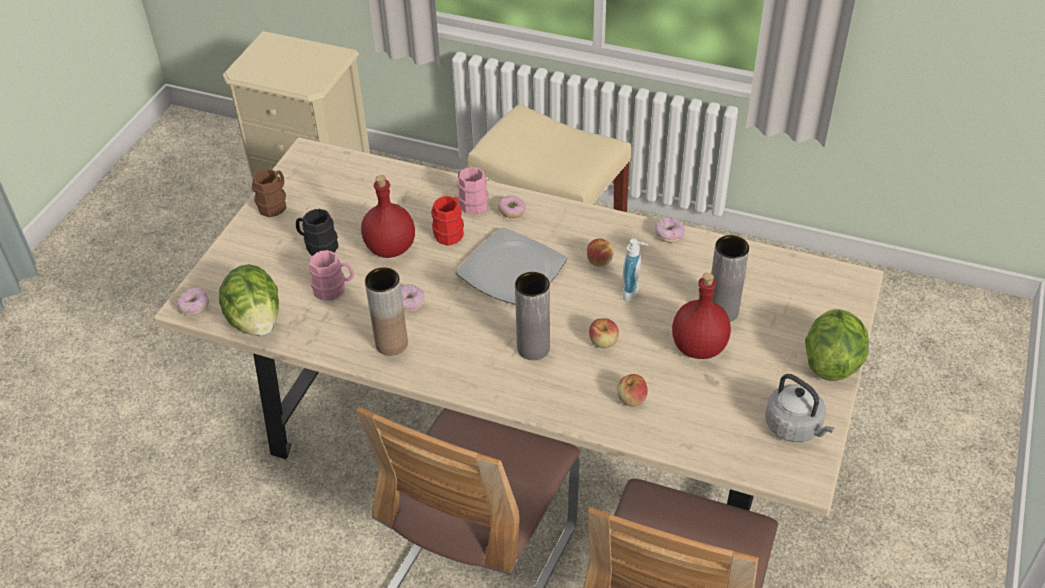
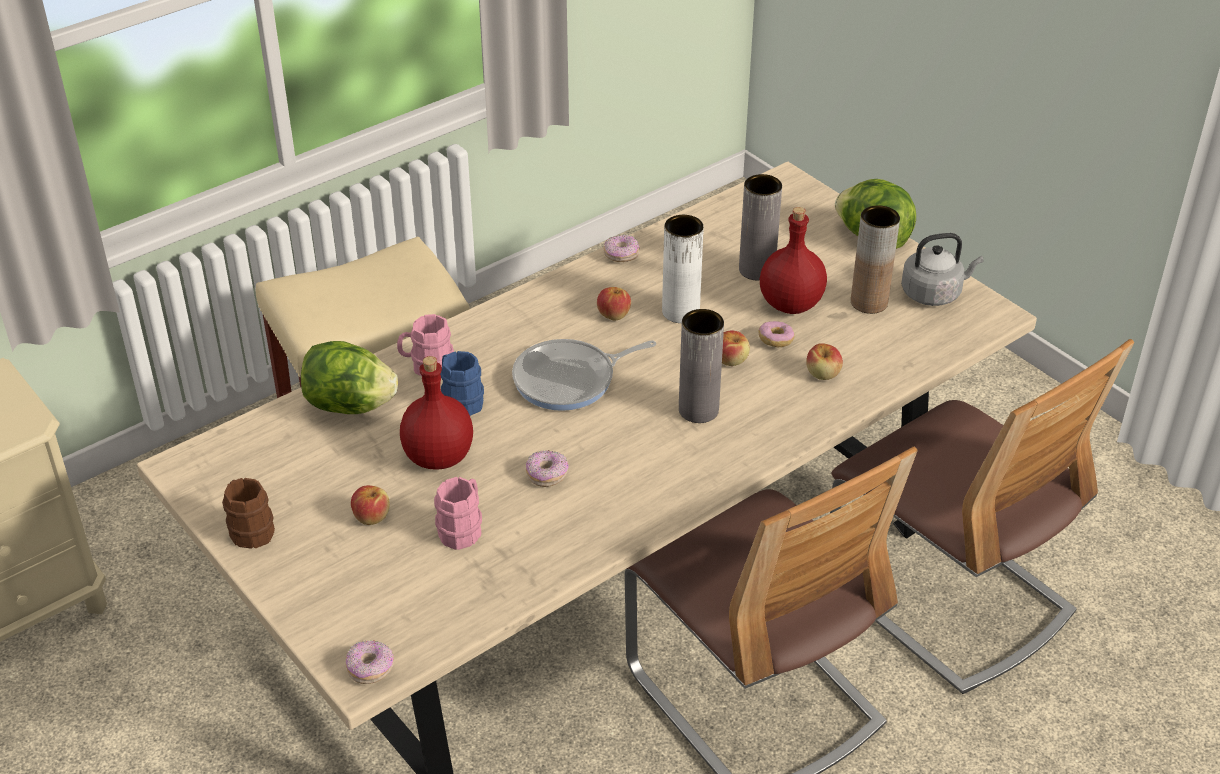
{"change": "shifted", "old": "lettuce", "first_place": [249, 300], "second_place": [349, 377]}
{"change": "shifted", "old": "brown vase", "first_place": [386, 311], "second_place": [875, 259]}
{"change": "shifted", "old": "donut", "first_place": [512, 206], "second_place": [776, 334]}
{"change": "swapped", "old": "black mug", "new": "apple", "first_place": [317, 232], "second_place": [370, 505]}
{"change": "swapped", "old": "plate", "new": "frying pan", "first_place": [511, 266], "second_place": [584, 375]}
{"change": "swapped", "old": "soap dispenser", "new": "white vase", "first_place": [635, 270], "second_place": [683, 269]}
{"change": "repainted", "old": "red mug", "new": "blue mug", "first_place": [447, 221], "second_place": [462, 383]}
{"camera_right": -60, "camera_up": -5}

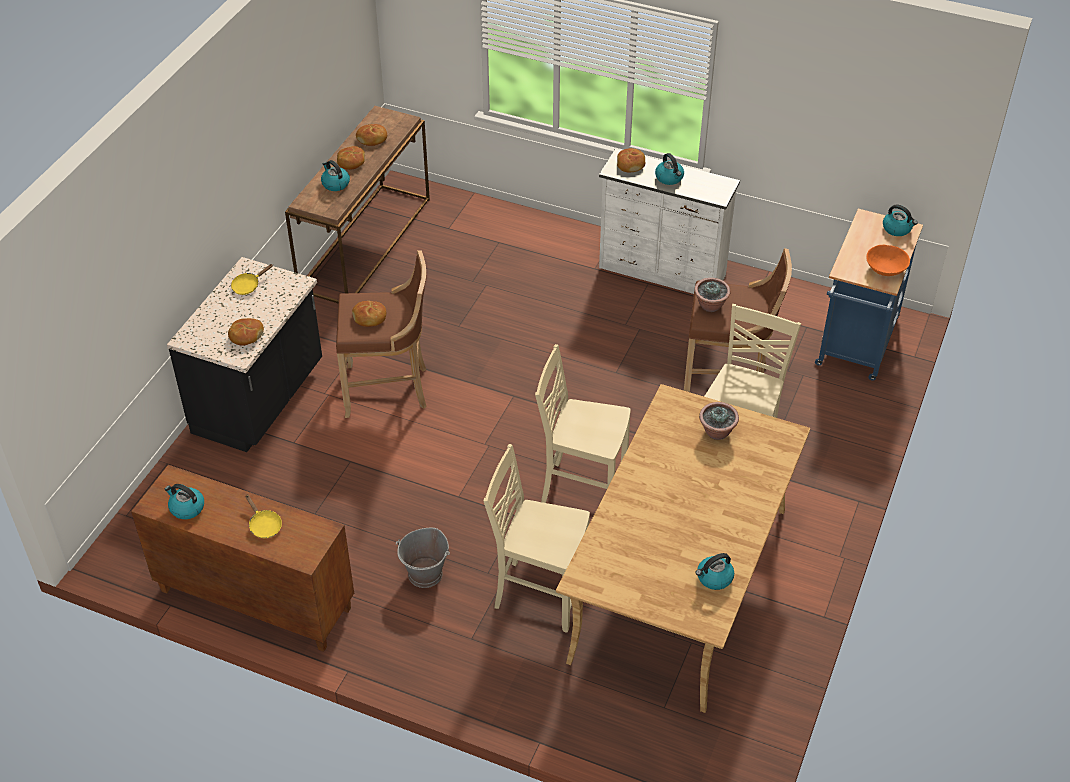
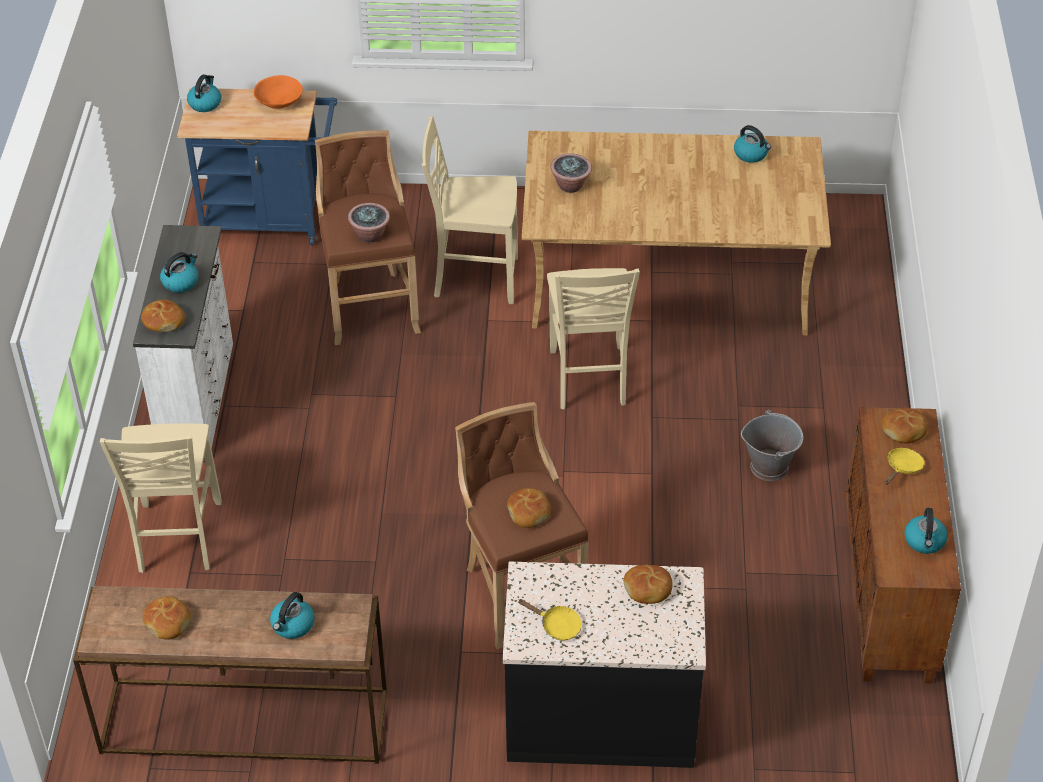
{"change": "shifted", "old": "bread", "first_place": [351, 158], "second_place": [904, 425]}
{"change": "shifted", "old": "beige chair", "first_place": [537, 538], "second_place": [161, 498]}
{"camera_right": -110, "camera_up": 0}

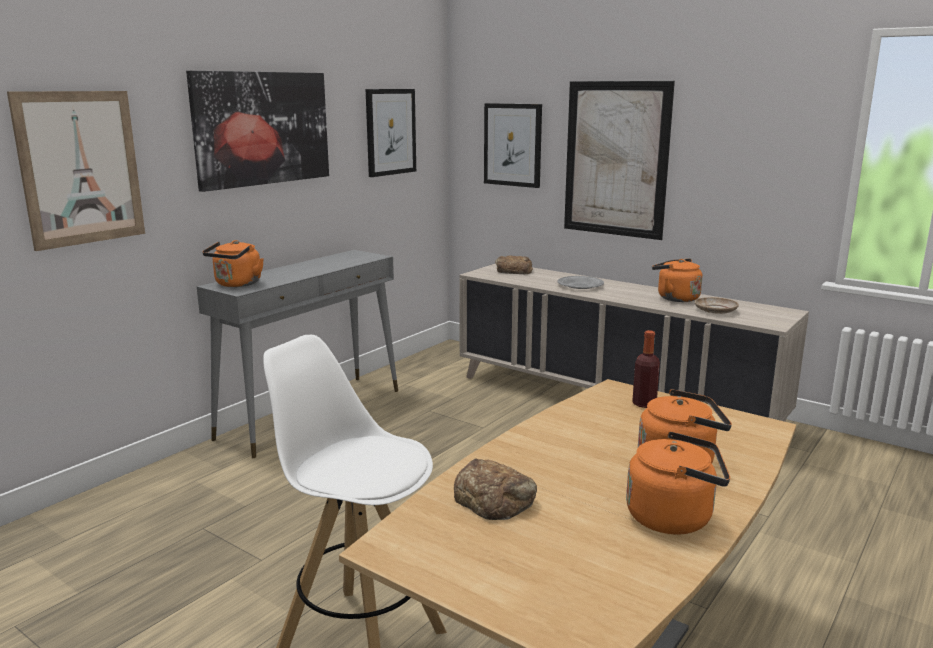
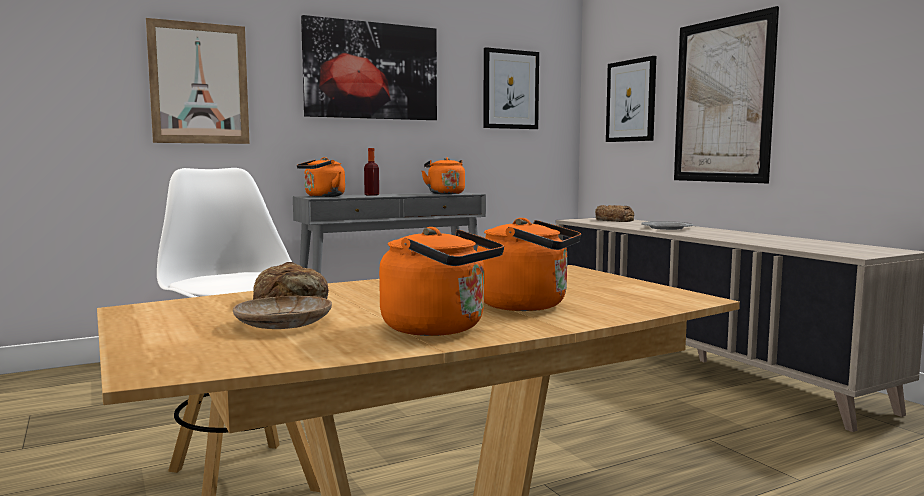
{"change": "shifted", "old": "bottle", "first_place": [646, 369], "second_place": [371, 172]}
{"change": "shifted", "old": "orange kettle", "first_place": [677, 280], "second_place": [443, 175]}
{"change": "shifted", "old": "beige plate", "first_place": [717, 305], "second_place": [282, 312]}
{"camera_right": 25, "camera_up": -10}

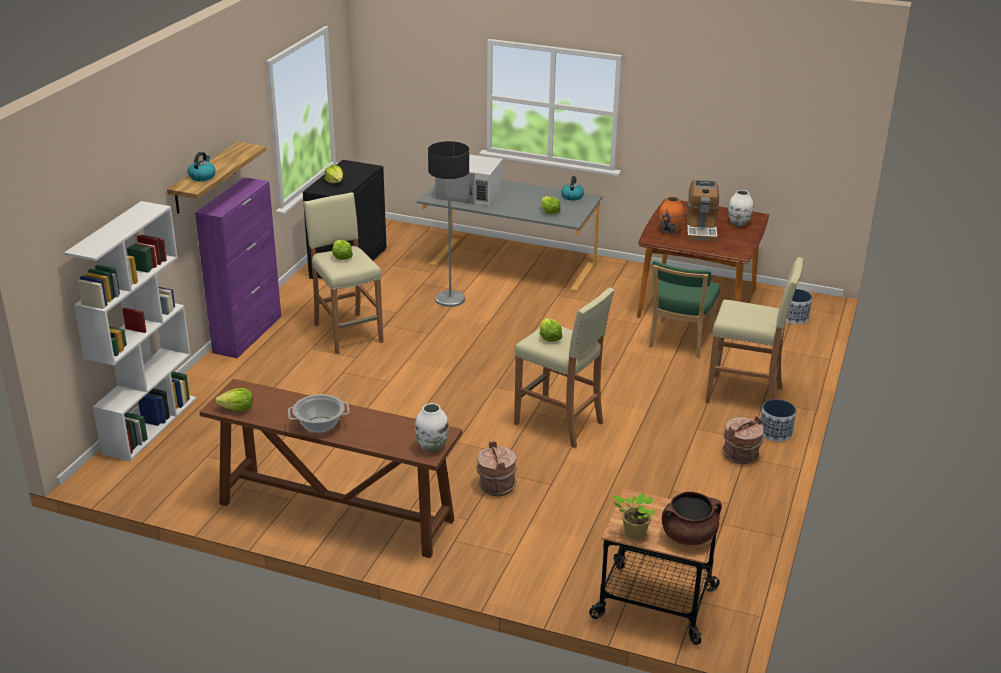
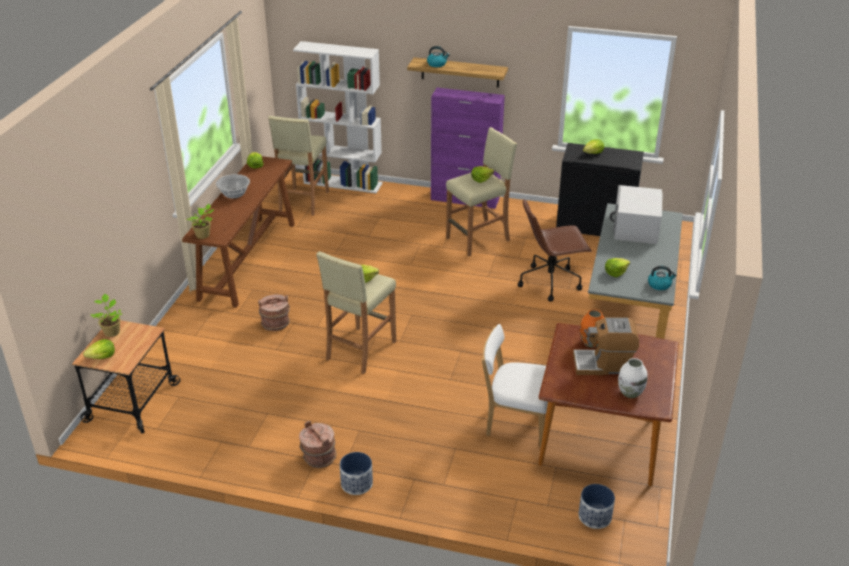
{"change": "shifted", "old": "beige stool", "first_place": [755, 330], "second_place": [298, 166]}
{"change": "swapped", "old": "white vase", "new": "potted plant", "first_place": [432, 427], "second_place": [200, 221]}
{"change": "swapped", "old": "floor lamp", "new": "brown office chair", "first_place": [448, 224], "second_place": [555, 250]}
{"change": "swapped", "old": "brown cooking pot", "new": "lettuce", "first_place": [692, 518], "second_place": [99, 349]}
{"change": "repainted", "old": "green chair", "new": "white chair", "first_place": [685, 309], "second_place": [514, 385]}
{"camera_right": 85, "camera_up": 5}

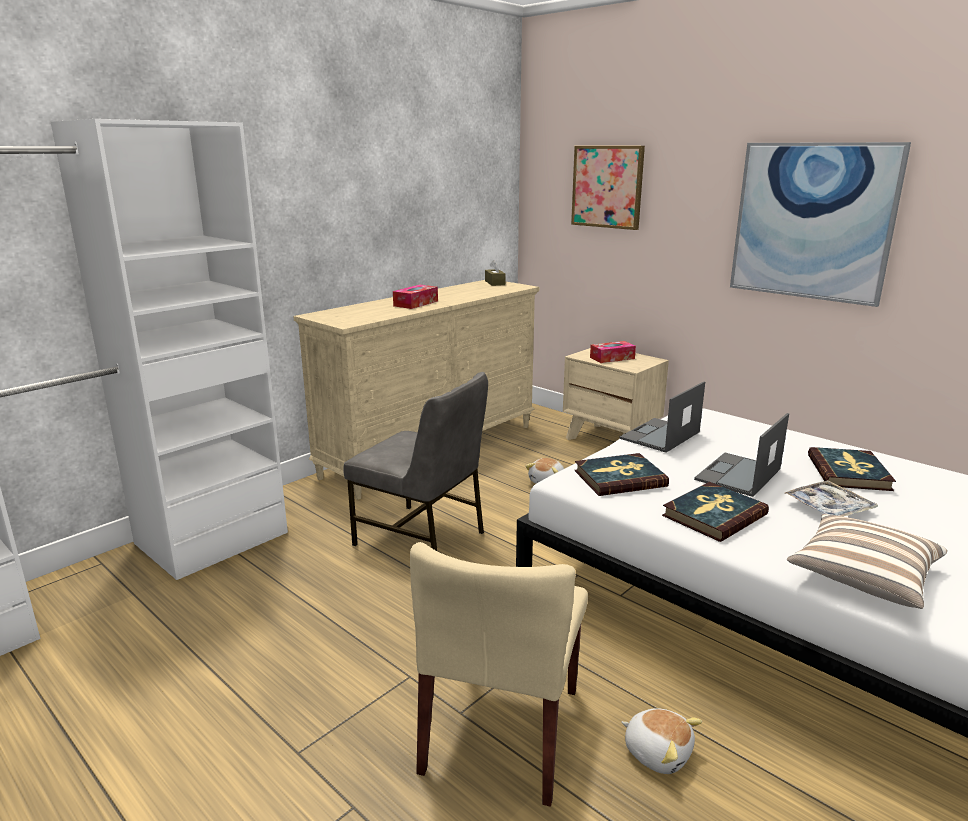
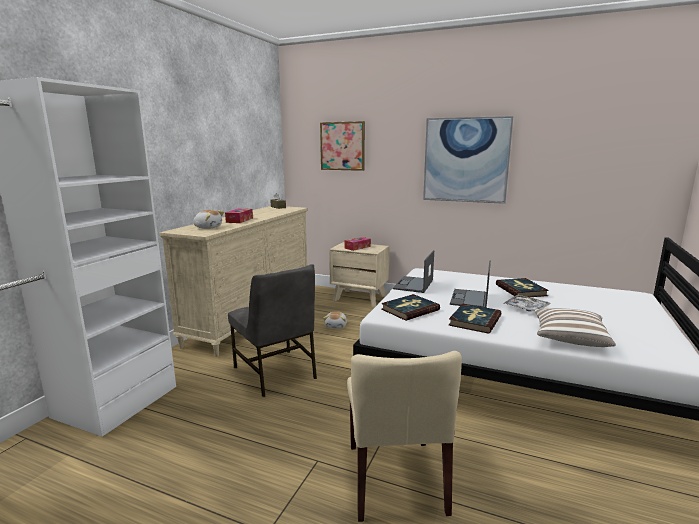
{"change": "shifted", "old": "plush toy", "first_place": [661, 741], "second_place": [208, 219]}
{"change": "rotated", "old": "grey chair", "first_place": [415, 461], "second_place": [272, 330], "degrees": 45}
{"camera_right": -20, "camera_up": -5}

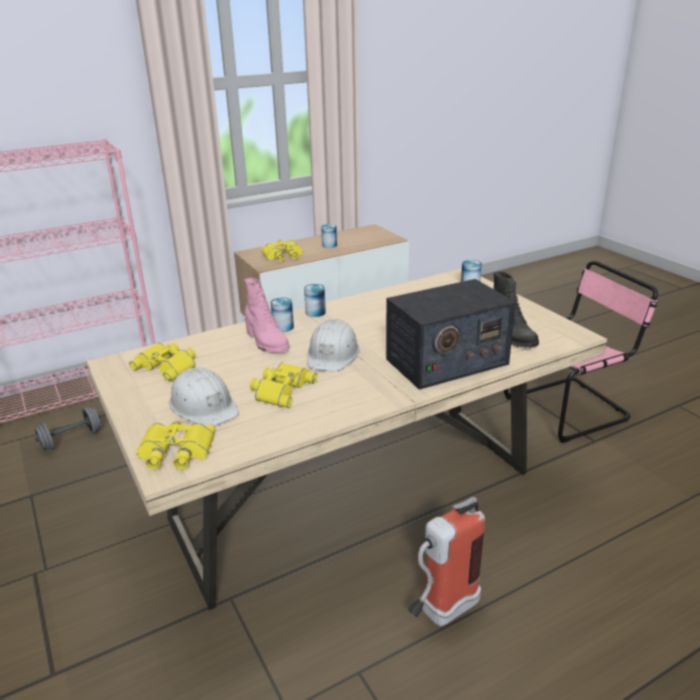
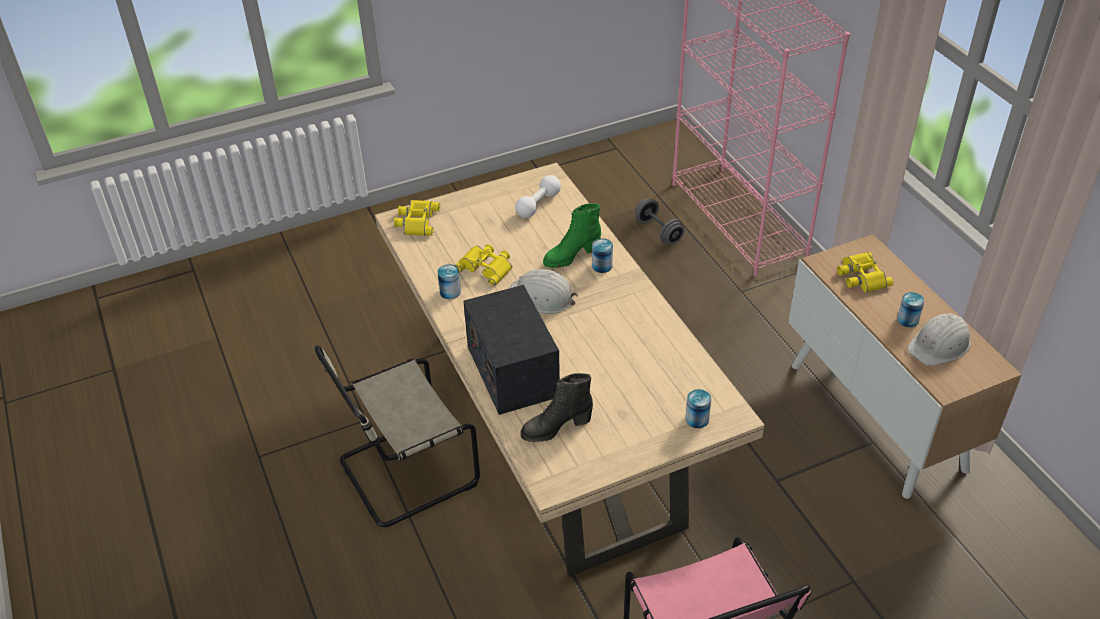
{"change": "shifted", "old": "white hard hat", "first_place": [204, 396], "second_place": [939, 339]}
{"change": "shifted", "old": "can", "first_place": [315, 300], "second_place": [449, 281]}
{"change": "swapped", "old": "yellow binoculars", "new": "white dumbbell", "first_place": [162, 362], "second_place": [538, 196]}
{"change": "swapped", "old": "fire extinguisher", "new": "beige chair", "first_place": [446, 562], "second_place": [397, 436]}
{"change": "repainted", "old": "pink boot", "new": "green boot", "first_place": [267, 315], "second_place": [572, 236]}
{"camera_right": 95, "camera_up": 15}

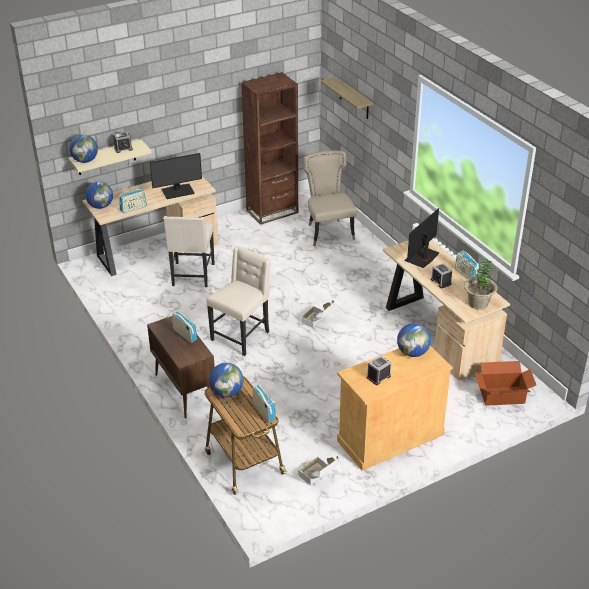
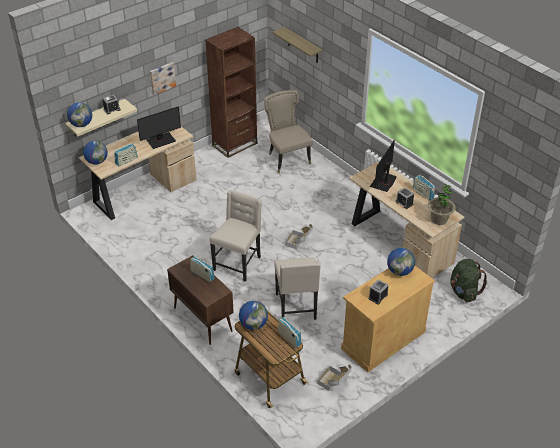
{"change": "new", "new": "picture", "second_place": [163, 78]}
{"change": "shifted", "old": "beige chair", "first_place": [189, 251], "second_place": [297, 288]}
{"change": "swapped", "old": "cardboard box", "new": "green backpack", "first_place": [505, 383], "second_place": [468, 280]}
{"camera_right": -10, "camera_up": 5}

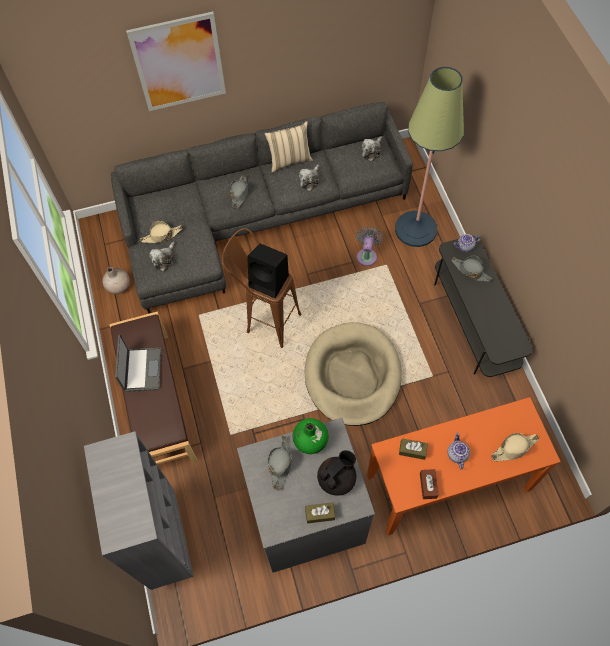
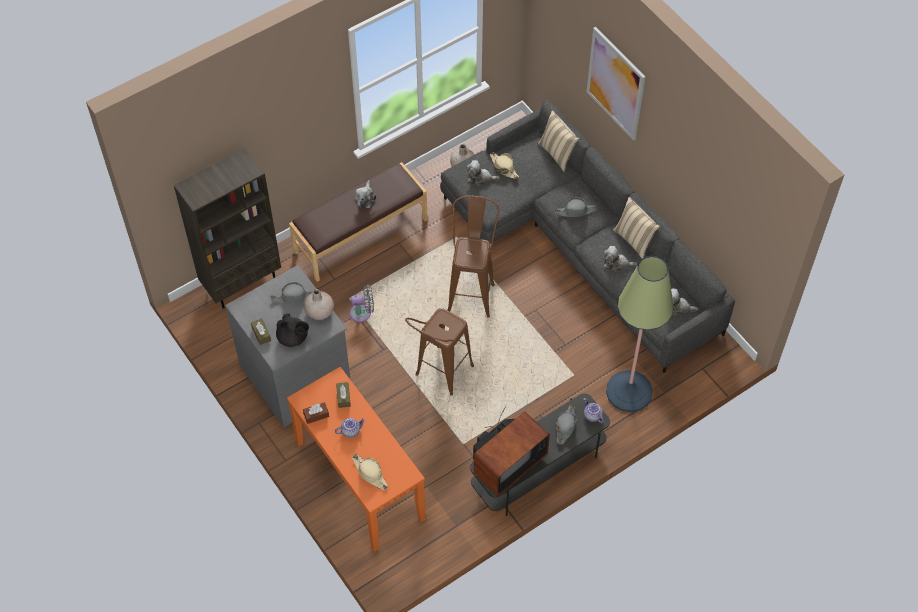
{"change": "gone", "old": "black speaker", "first_place": [268, 270]}
{"change": "new", "new": "television", "second_place": [511, 451]}
{"change": "new", "new": "beige pillow", "second_place": [558, 141]}
{"change": "shifted", "old": "grey fan", "first_place": [370, 246], "second_place": [362, 304]}
{"change": "swapped", "old": "laptop", "new": "plush toy", "first_place": [138, 363], "second_place": [365, 194]}
{"change": "swapped", "old": "beige dog bed", "new": "brown stool", "first_place": [353, 374], "second_place": [439, 352]}
{"change": "repainted", "old": "grey bookcase", "new": "brown bookcase", "first_place": [138, 511], "second_place": [227, 228]}
{"change": "repainted", "old": "green vase", "new": "beige vase", "first_place": [310, 436], "second_place": [319, 304]}
{"camera_right": 70, "camera_up": -5}

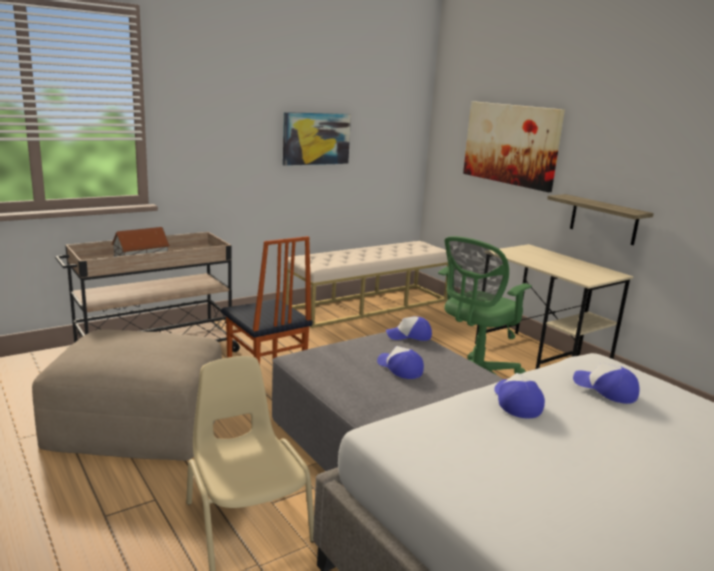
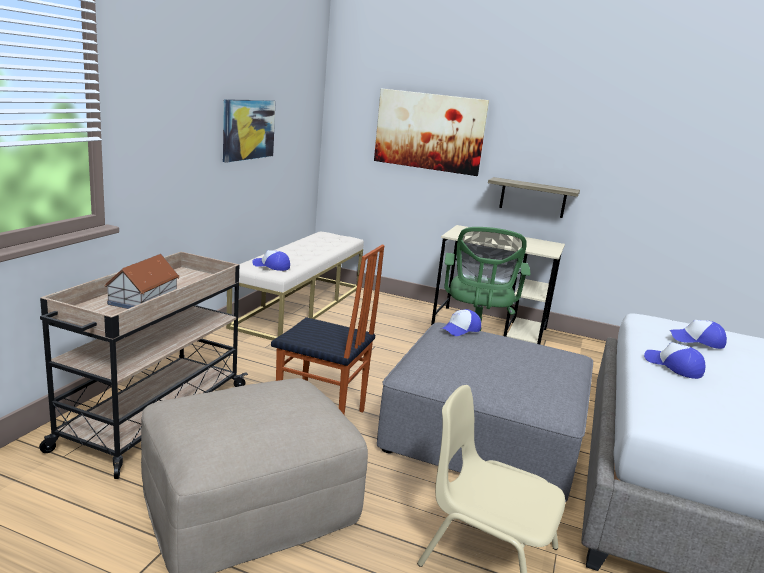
{"change": "shifted", "old": "cap", "first_place": [400, 362], "second_place": [271, 260]}
{"camera_right": -35, "camera_up": 0}

